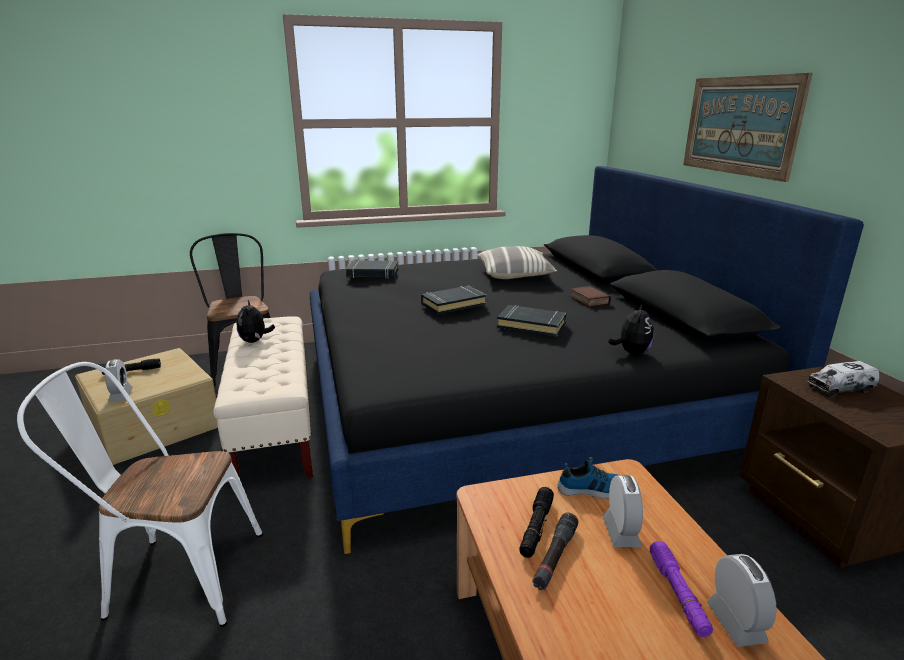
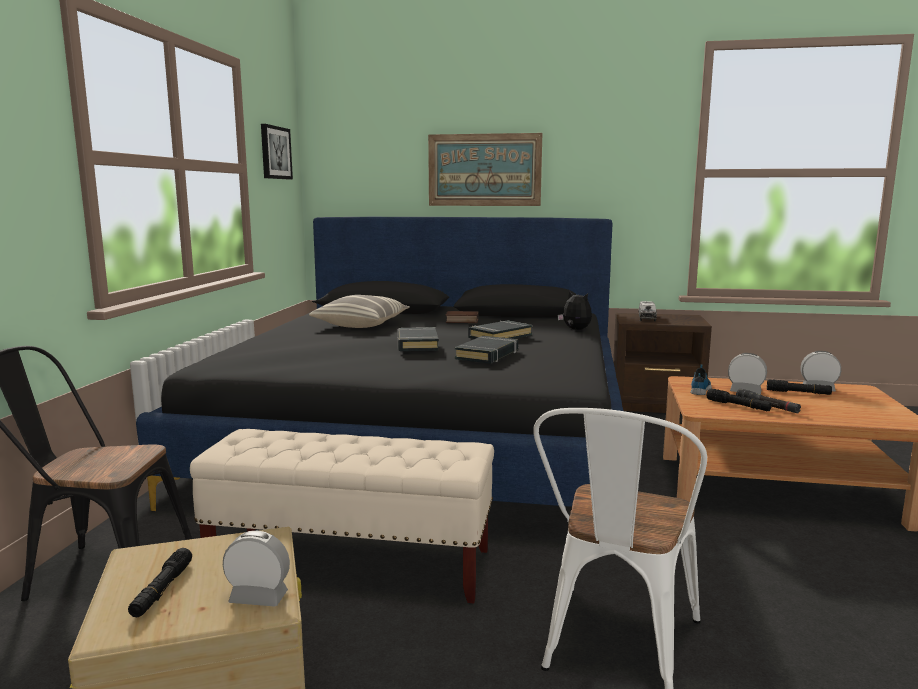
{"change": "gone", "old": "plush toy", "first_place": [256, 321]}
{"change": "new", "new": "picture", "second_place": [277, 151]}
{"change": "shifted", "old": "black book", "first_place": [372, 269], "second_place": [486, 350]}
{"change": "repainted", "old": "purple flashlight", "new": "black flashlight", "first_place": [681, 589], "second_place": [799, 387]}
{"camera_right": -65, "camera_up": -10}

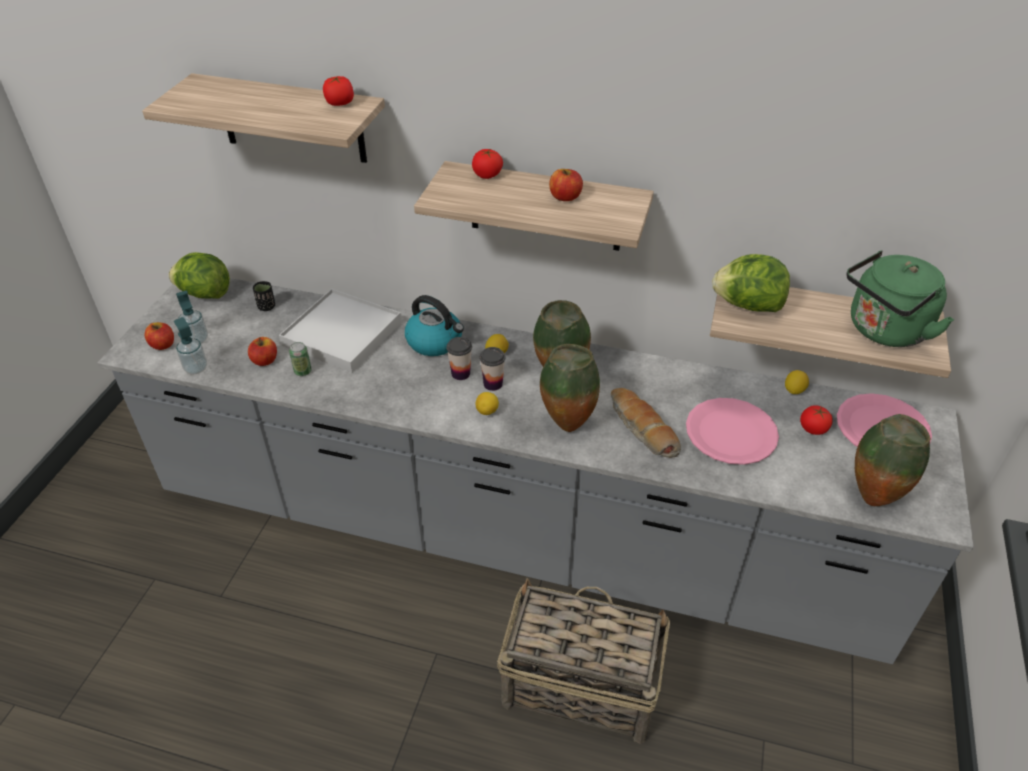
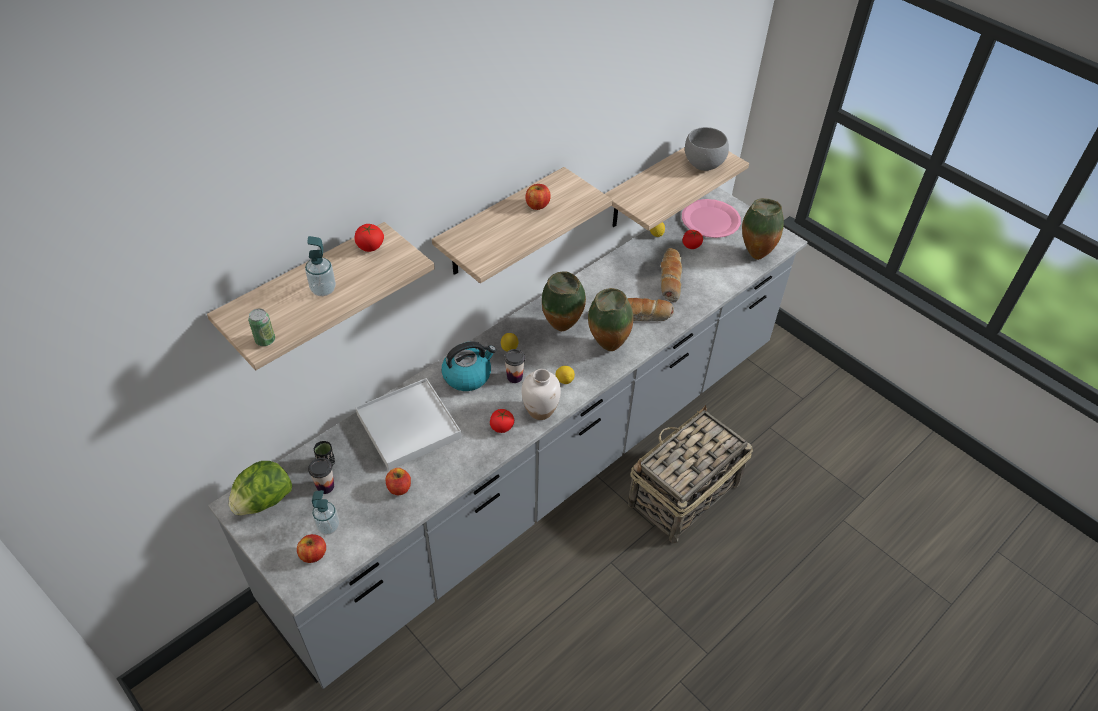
{"change": "gone", "old": "lettuce", "first_place": [751, 283]}
{"change": "new", "new": "white vase", "second_place": [541, 394]}
{"change": "shifted", "old": "soap dispenser", "first_place": [190, 345], "second_place": [320, 266]}
{"change": "shifted", "old": "can", "first_place": [300, 359], "second_place": [261, 327]}
{"change": "shifted", "old": "tomato", "first_place": [487, 164], "second_place": [502, 421]}
{"change": "shifted", "old": "cup", "first_place": [492, 369], "second_place": [321, 476]}
{"change": "swapped", "old": "pink plate", "new": "bread", "first_place": [732, 431], "second_place": [671, 275]}
{"change": "swapped", "old": "green kettle", "new": "grey bowl", "first_place": [900, 299], "second_place": [707, 149]}
{"camera_right": -60, "camera_up": 5}

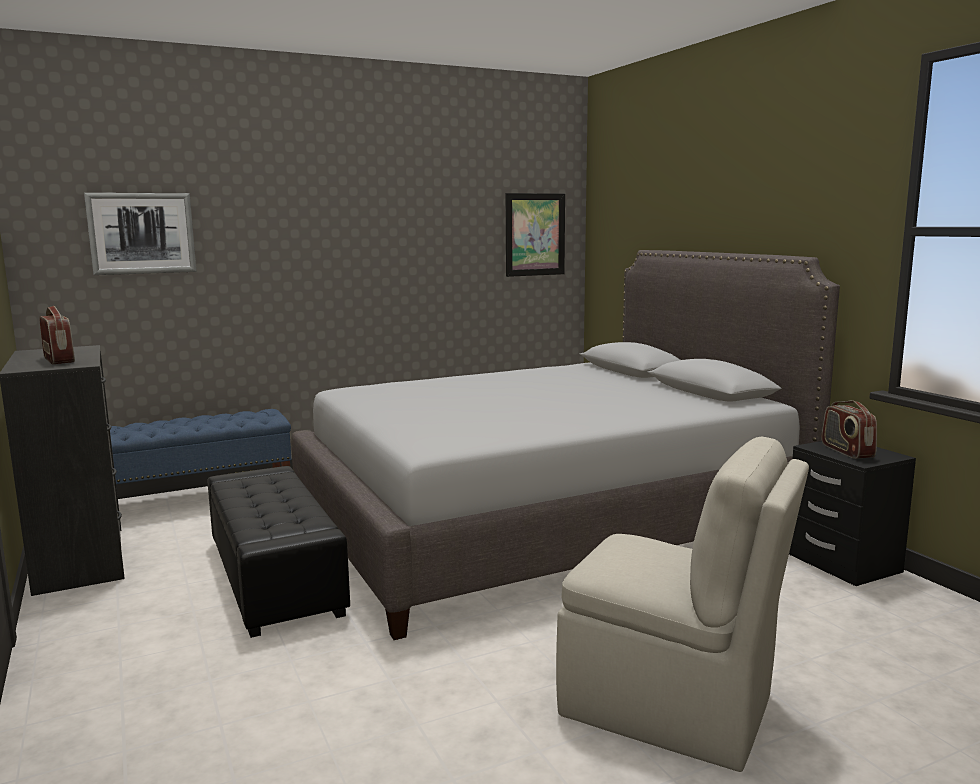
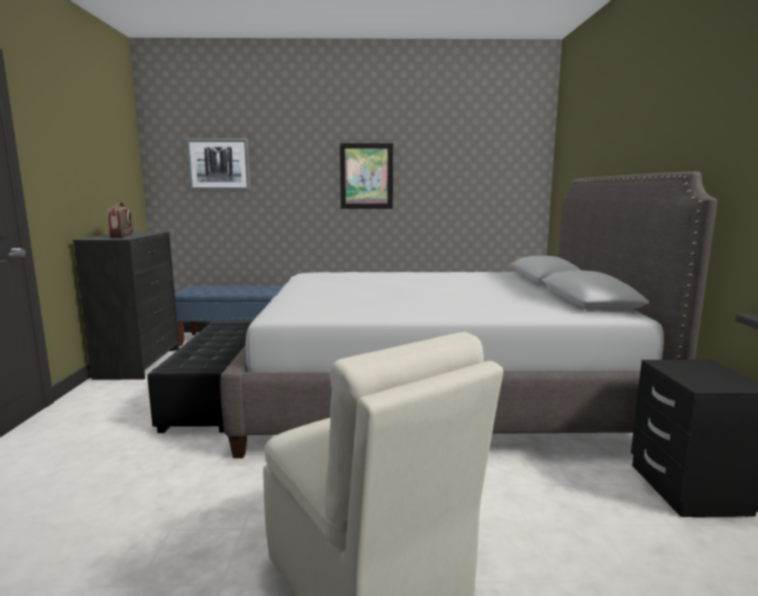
{"change": "gone", "old": "radio", "first_place": [849, 429]}
{"change": "shifted", "old": "picture", "first_place": [535, 235], "second_place": [366, 176]}
{"camera_right": 25, "camera_up": 0}

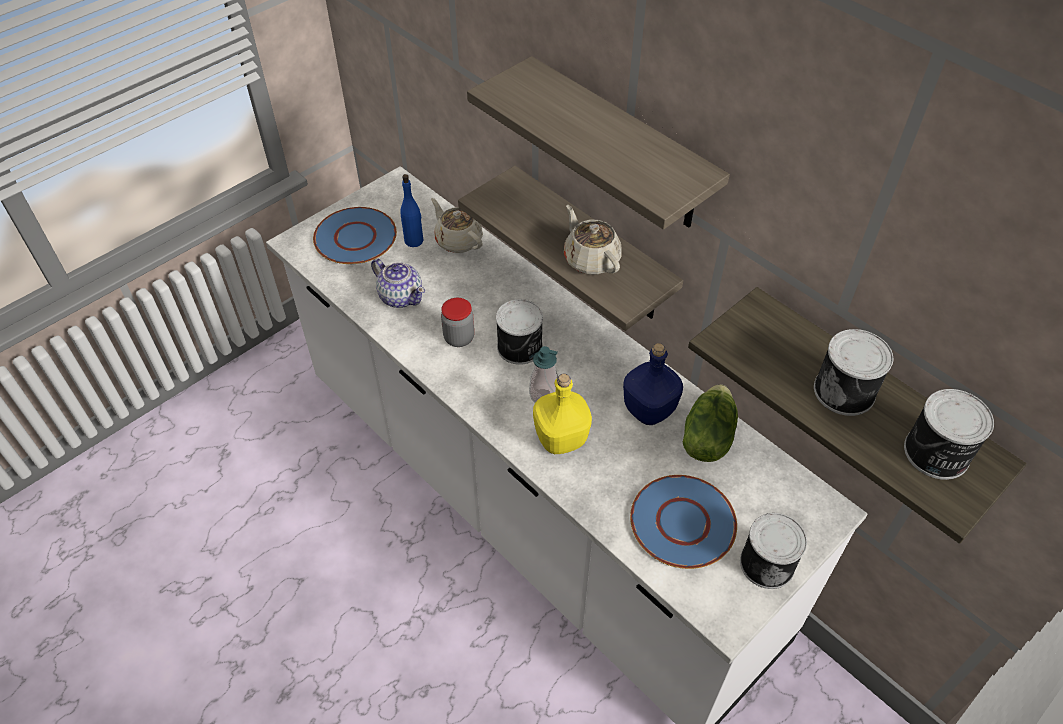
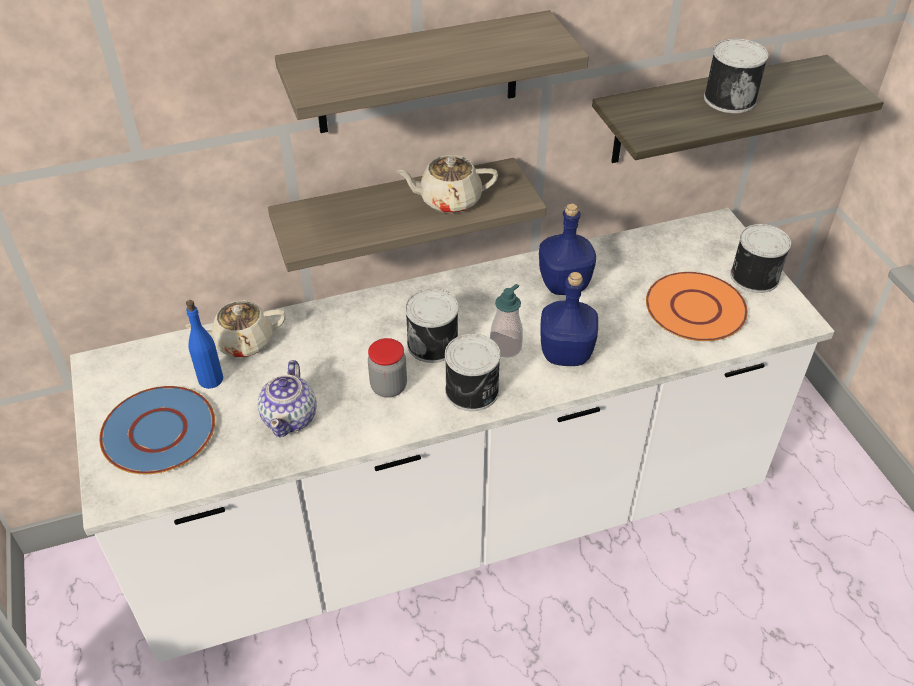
{"change": "gone", "old": "lettuce", "first_place": [710, 423]}
{"change": "shifted", "old": "can", "first_place": [949, 434], "second_place": [473, 372]}
{"change": "repainted", "old": "yellow bottle", "new": "blue bottle", "first_place": [562, 414], "second_place": [569, 319]}
{"change": "repainted", "old": "blue plate", "new": "orange plate", "first_place": [683, 522], "second_place": [697, 306]}
{"change": "rotated", "old": "teapot", "first_place": [398, 283], "second_place": [287, 398], "degrees": 120}
{"camera_right": -65, "camera_up": -5}

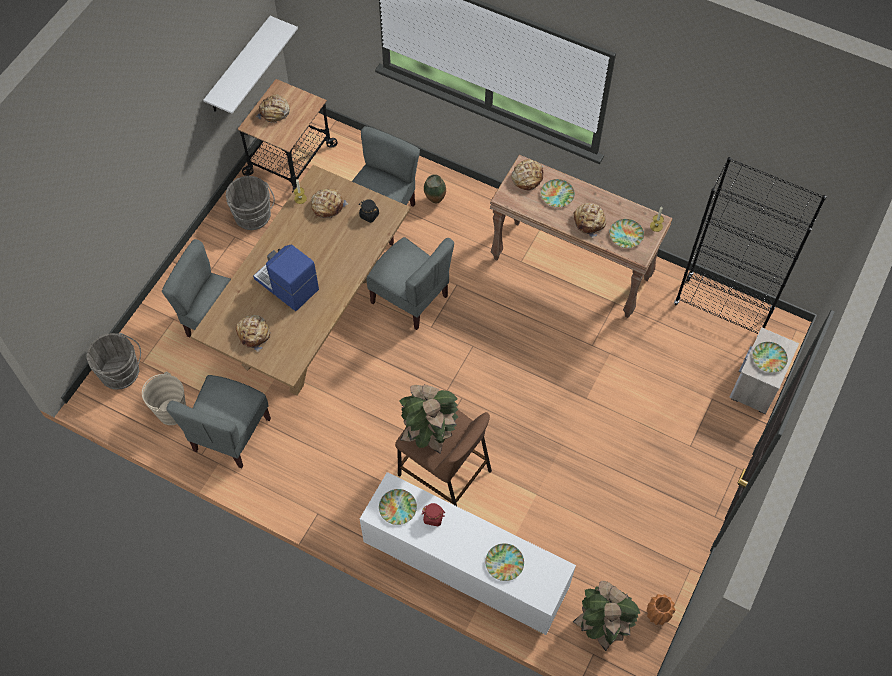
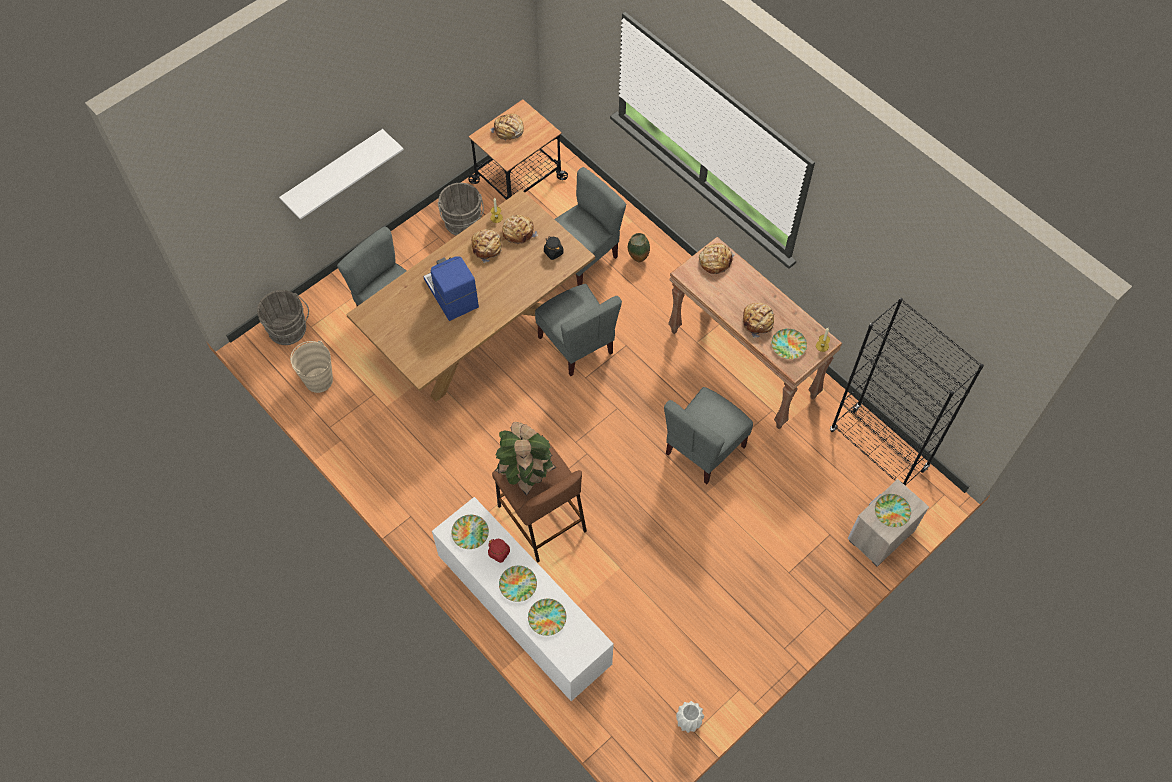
{"change": "gone", "old": "potted plant", "first_place": [606, 616]}
{"change": "shifted", "old": "grey chair", "first_place": [218, 421], "second_place": [708, 435]}
{"change": "shifted", "old": "white shelf", "first_place": [250, 65], "second_place": [341, 174]}
{"change": "shifted", "old": "bread", "first_place": [253, 333], "second_place": [487, 246]}
{"change": "shifted", "old": "plate", "first_place": [558, 193], "second_place": [518, 584]}
{"change": "repainted", "old": "orange vase", "new": "white vase", "first_place": [661, 609], "second_place": [690, 717]}
{"camera_right": 20, "camera_up": 0}

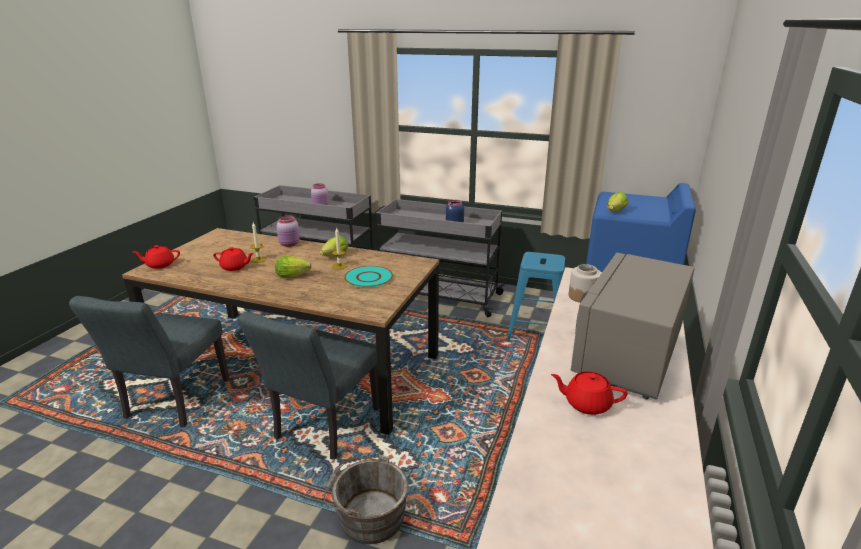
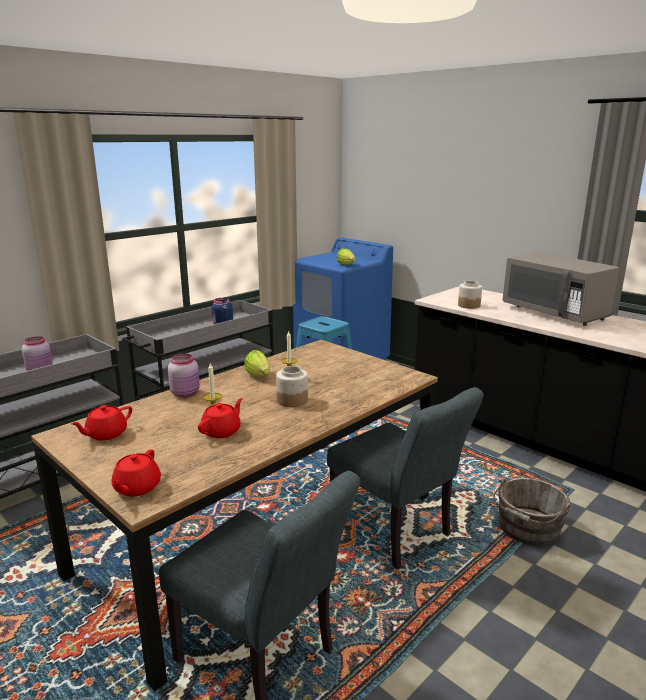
{"change": "gone", "old": "turquoise plate", "first_place": [368, 277]}
{"change": "shifted", "old": "red teapot", "first_place": [589, 393], "second_place": [101, 423]}
{"change": "swapped", "old": "lettuce", "new": "jar", "first_place": [293, 267], "second_place": [292, 386]}
{"camera_right": -65, "camera_up": -5}

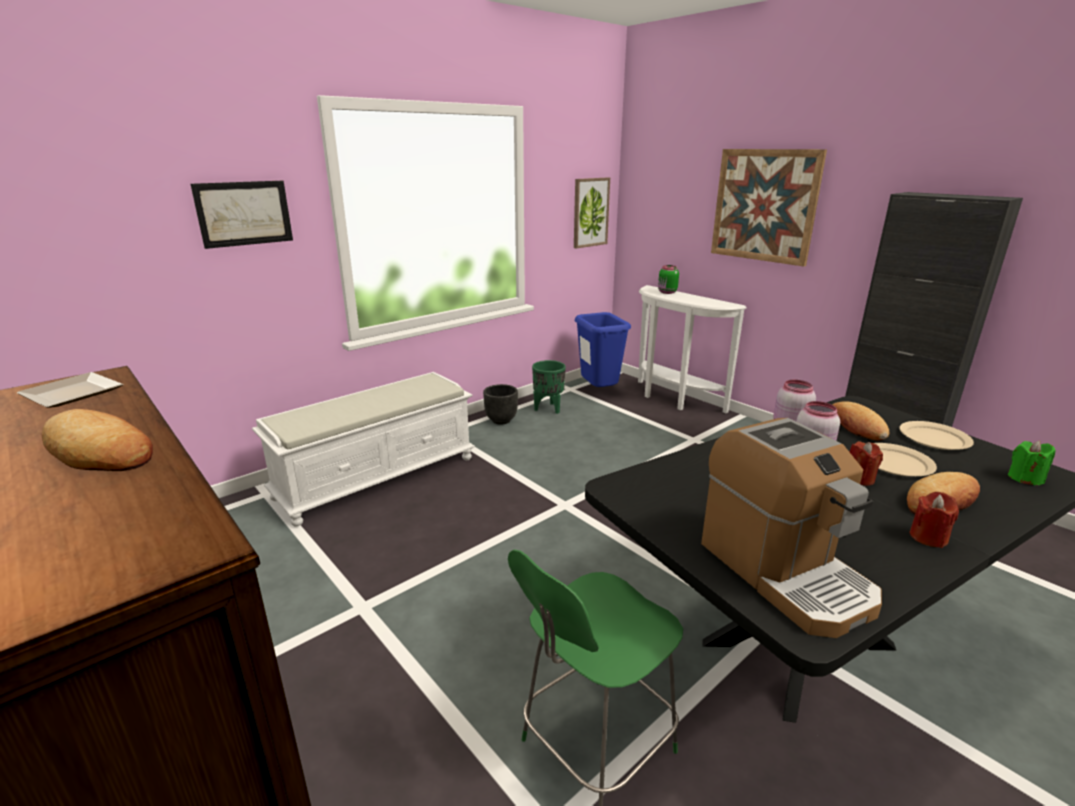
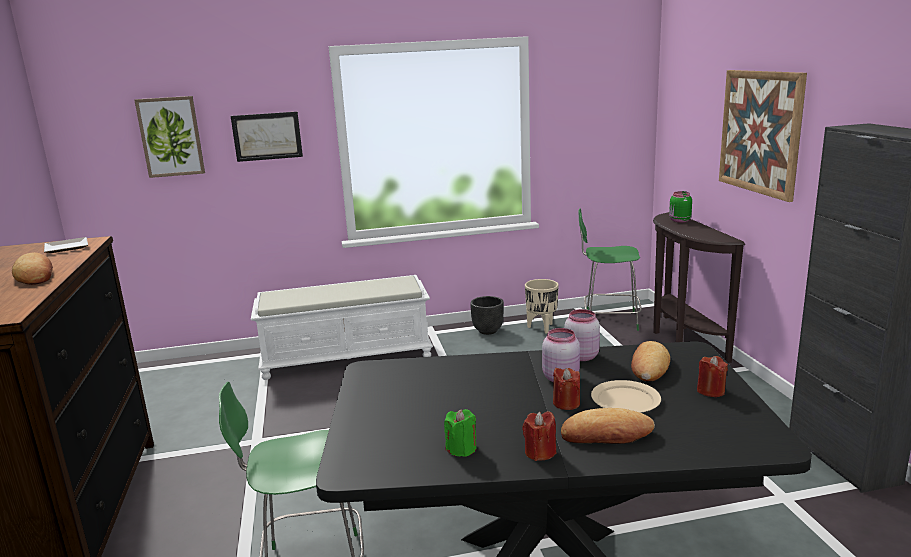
{"change": "gone", "old": "coffee machine", "first_place": [791, 528]}
{"change": "shifted", "old": "picture", "first_place": [592, 213], "second_place": [169, 137]}
{"change": "shifted", "old": "green candle", "first_place": [1032, 463], "second_place": [460, 433]}
{"change": "swapped", "old": "blue trash can", "new": "green chair", "first_place": [603, 349], "second_place": [610, 269]}
{"change": "swapped", "old": "beige plate", "new": "red candle", "first_place": [936, 435], "second_place": [712, 376]}
{"change": "repainted", "old": "green planter", "new": "beige planter", "first_place": [549, 387], "second_place": [542, 306]}
{"change": "repainted", "old": "white console table", "new": "brown console table", "first_place": [692, 349], "second_place": [699, 287]}
{"camera_right": 30, "camera_up": -5}

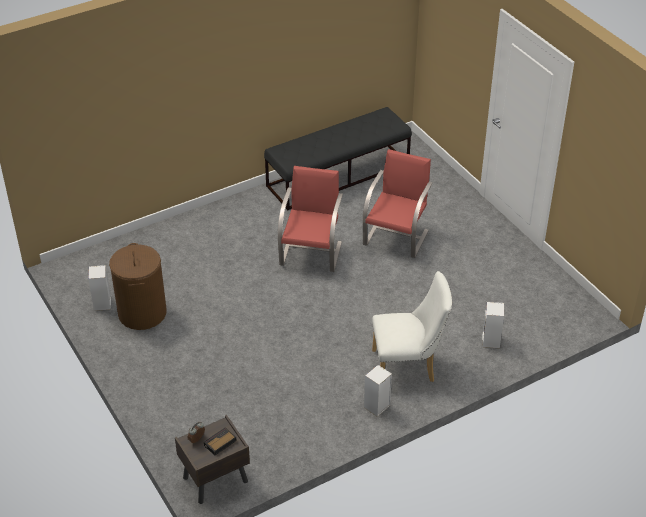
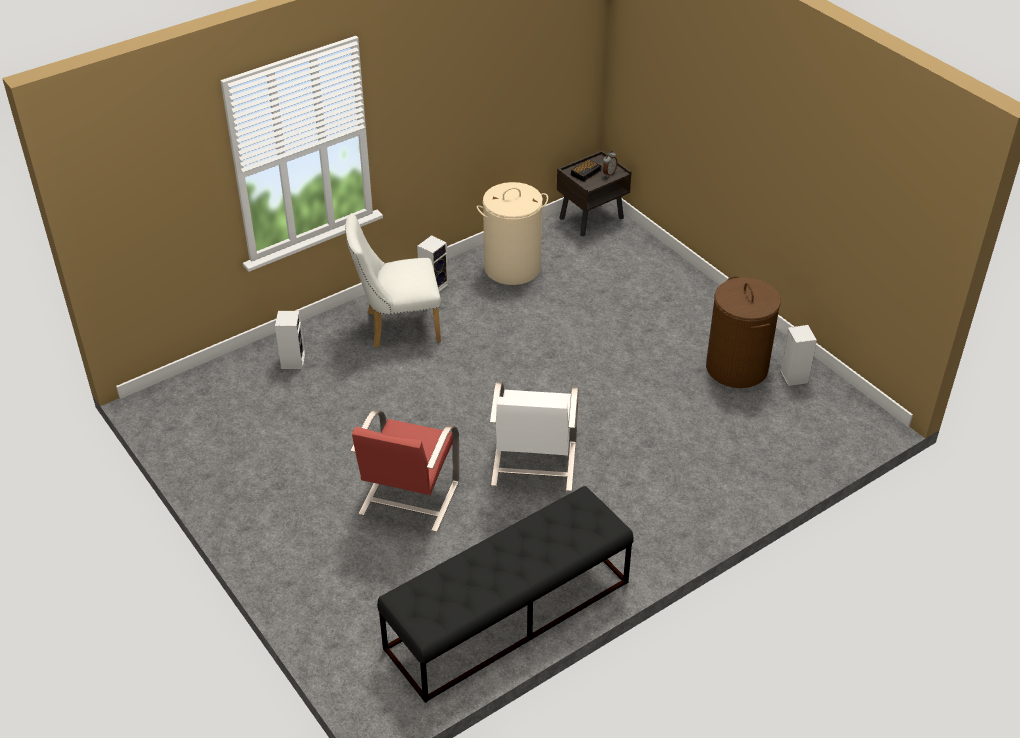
{"change": "new", "new": "beige laundry basket", "second_place": [512, 233]}
{"change": "repainted", "old": "red chair", "new": "white chair", "first_place": [310, 219], "second_place": [534, 436]}
{"camera_right": 175, "camera_up": 0}

